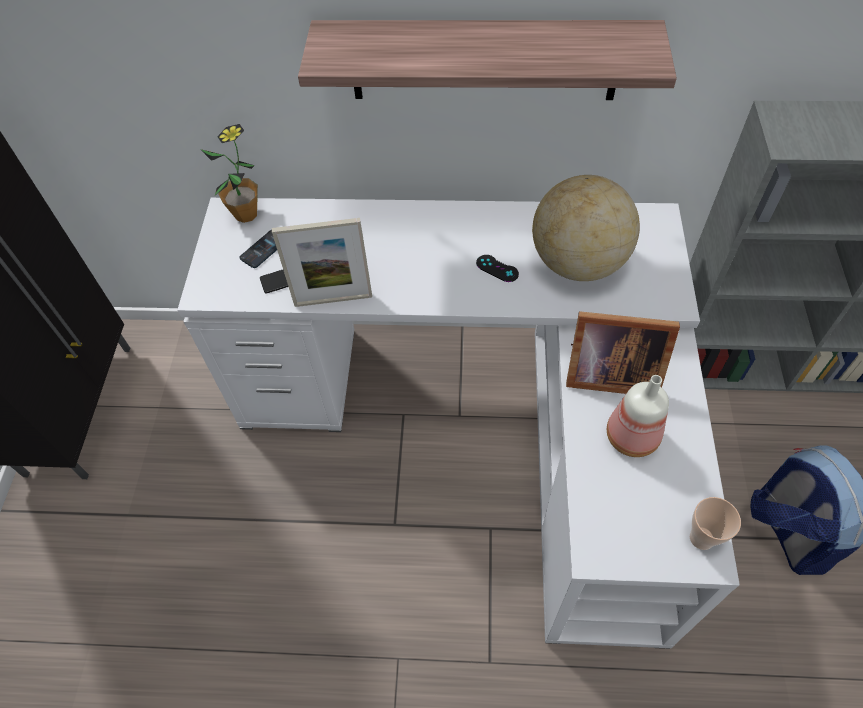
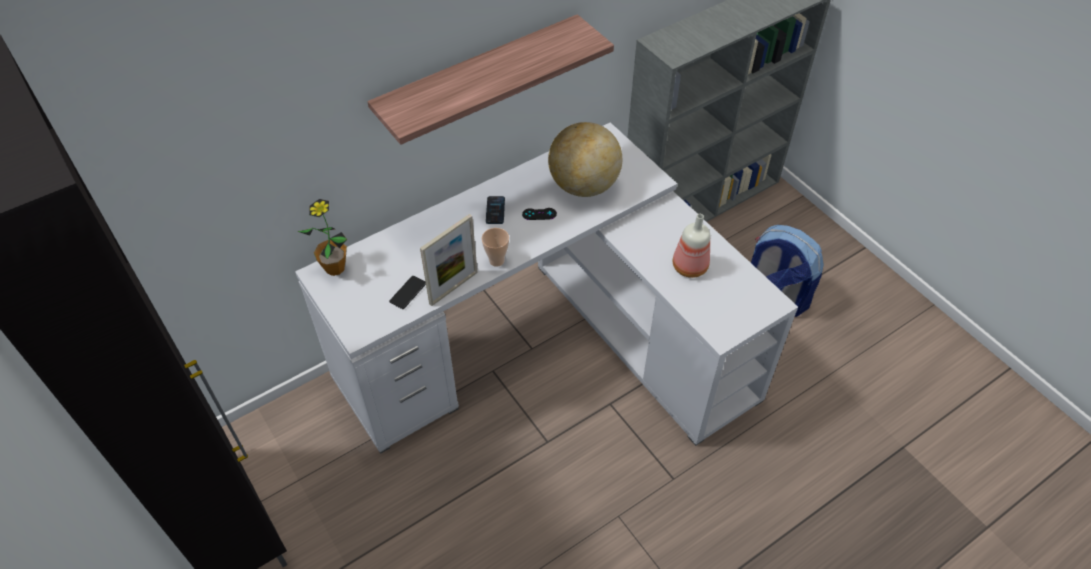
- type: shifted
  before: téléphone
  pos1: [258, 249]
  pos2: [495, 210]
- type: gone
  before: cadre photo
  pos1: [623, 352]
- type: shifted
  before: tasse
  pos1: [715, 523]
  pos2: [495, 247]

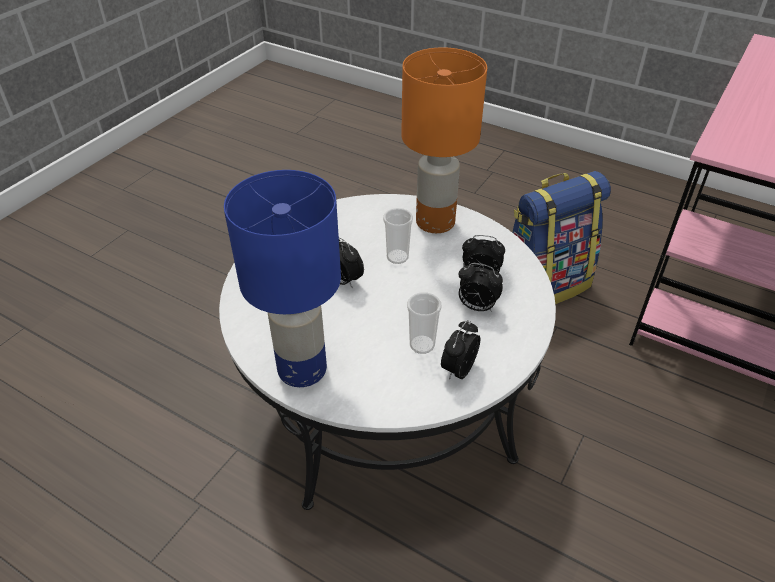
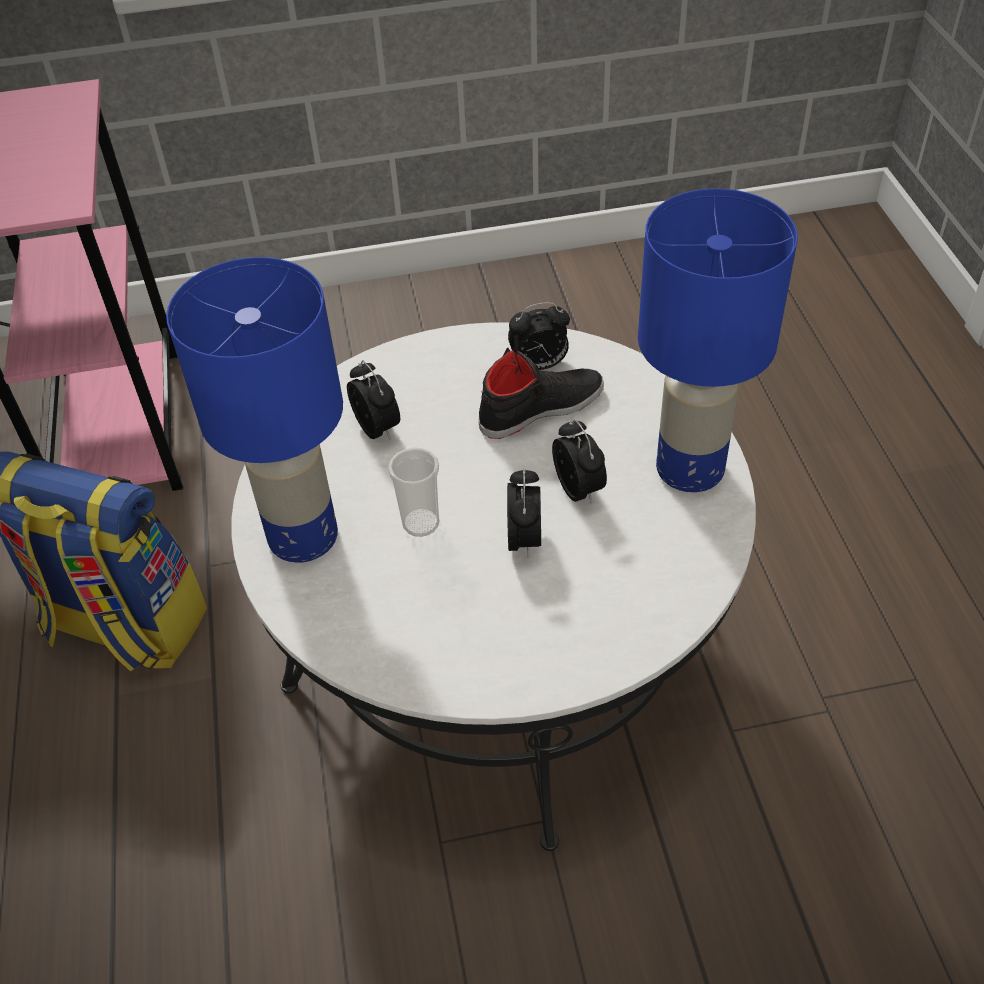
- type: repainted
  before: lampe de table (orange)
  after: lampe de table (bleu)
  pos1: [444, 140]
  pos2: [254, 410]
- type: shifted
  before: réveil
  pos1: [481, 287]
  pos2: [579, 461]
- type: swapped
  before: tasse
  after: chaussure (noir)
  pos1: [424, 323]
  pos2: [541, 393]

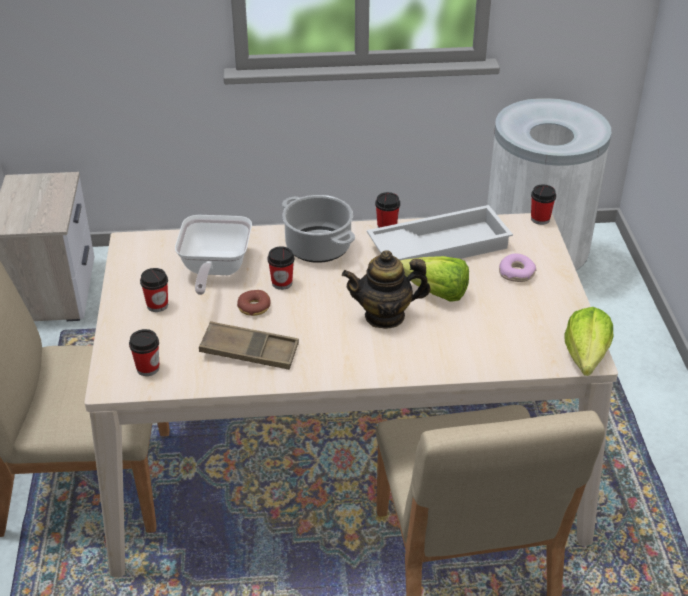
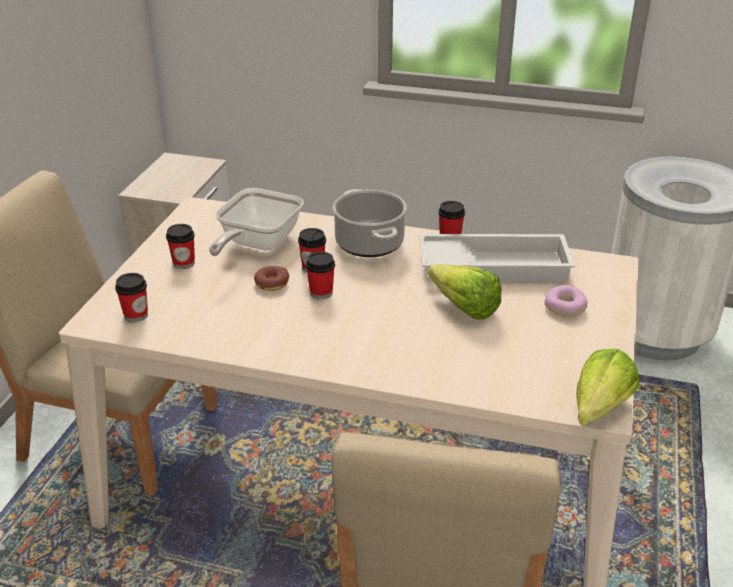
- type: shifted
  before: tasse
  pos1: [543, 205]
  pos2: [320, 275]
- type: gone
  before: théière
  pos1: [386, 289]
- type: gone
  before: plateau (marron)
  pos1: [249, 345]

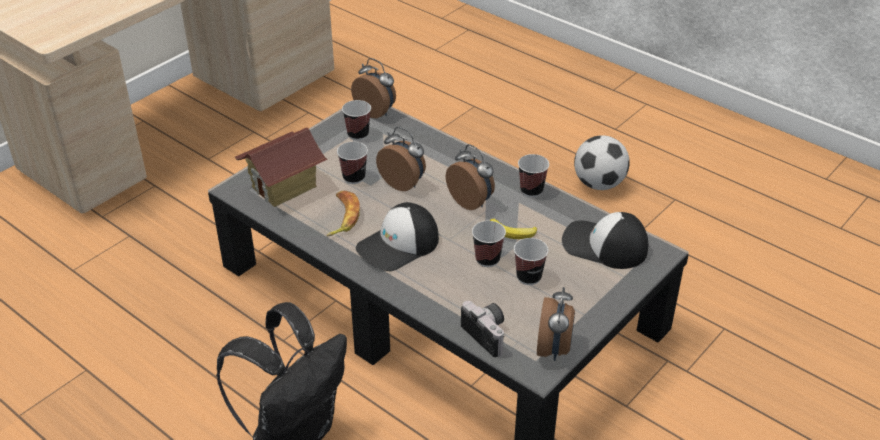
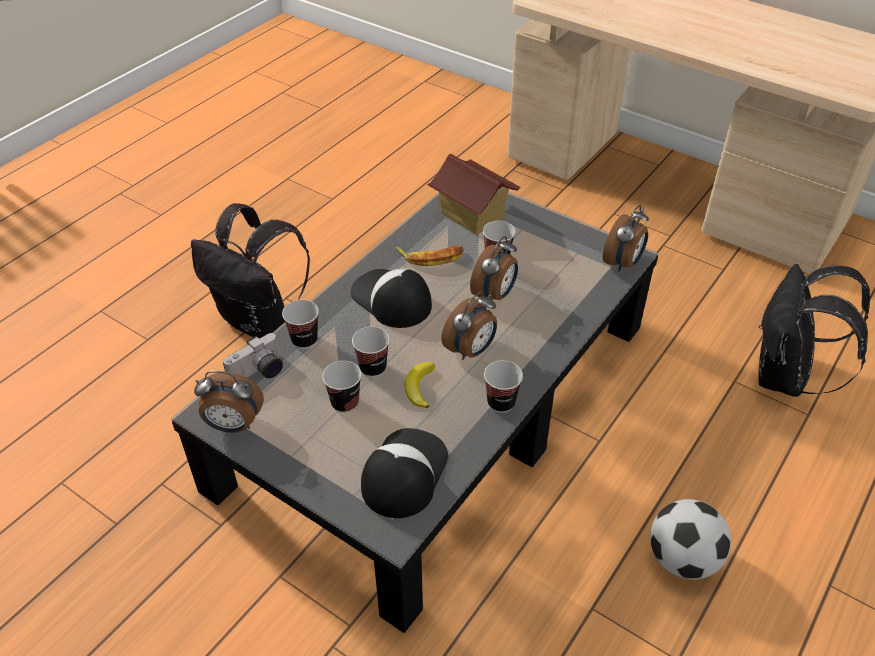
- type: shifted
  before: tasse
  pos1: [356, 120]
  pos2: [300, 324]
- type: new
  after: sac à dos (noir)
  pos2: [814, 330]

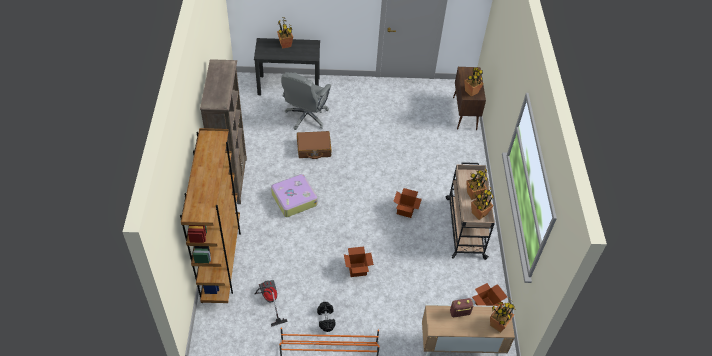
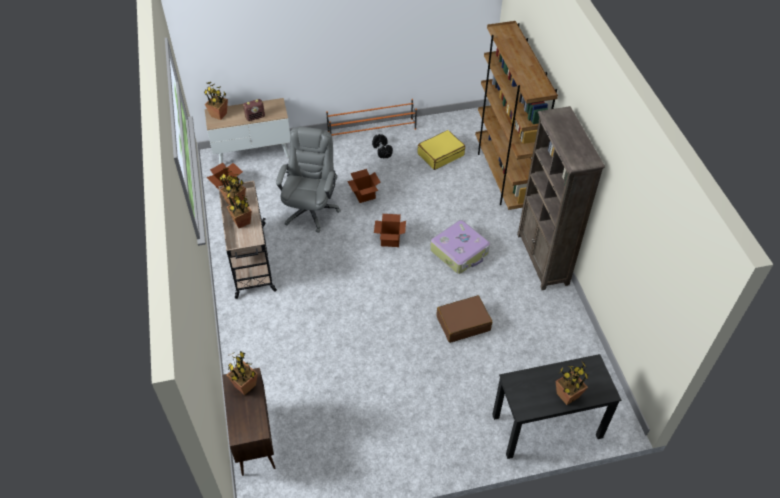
- type: shifted
  before: chaise de bureau (gris)
  pos1: [306, 101]
  pos2: [308, 180]
- type: shifted
  before: carton
  pos1: [407, 203]
  pos2: [390, 230]
- type: swapped
  before: aspirateur
  after: valise (jaune)
  pos1: [271, 303]
  pos2: [441, 150]

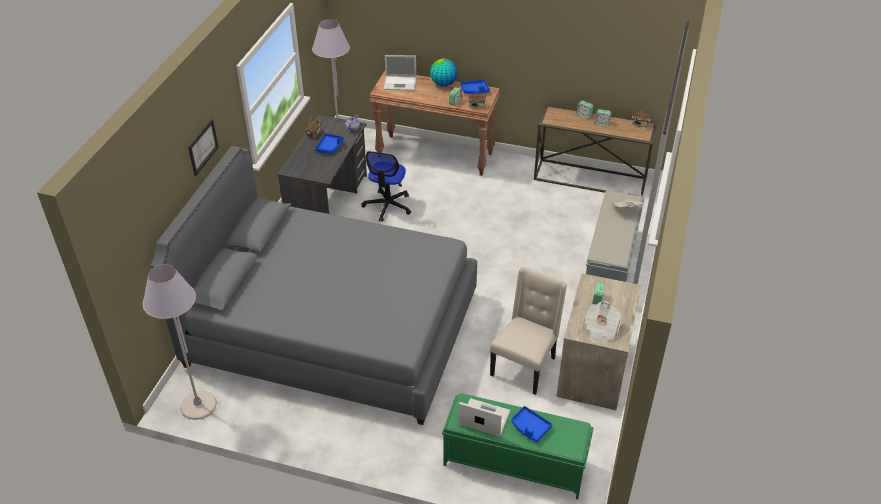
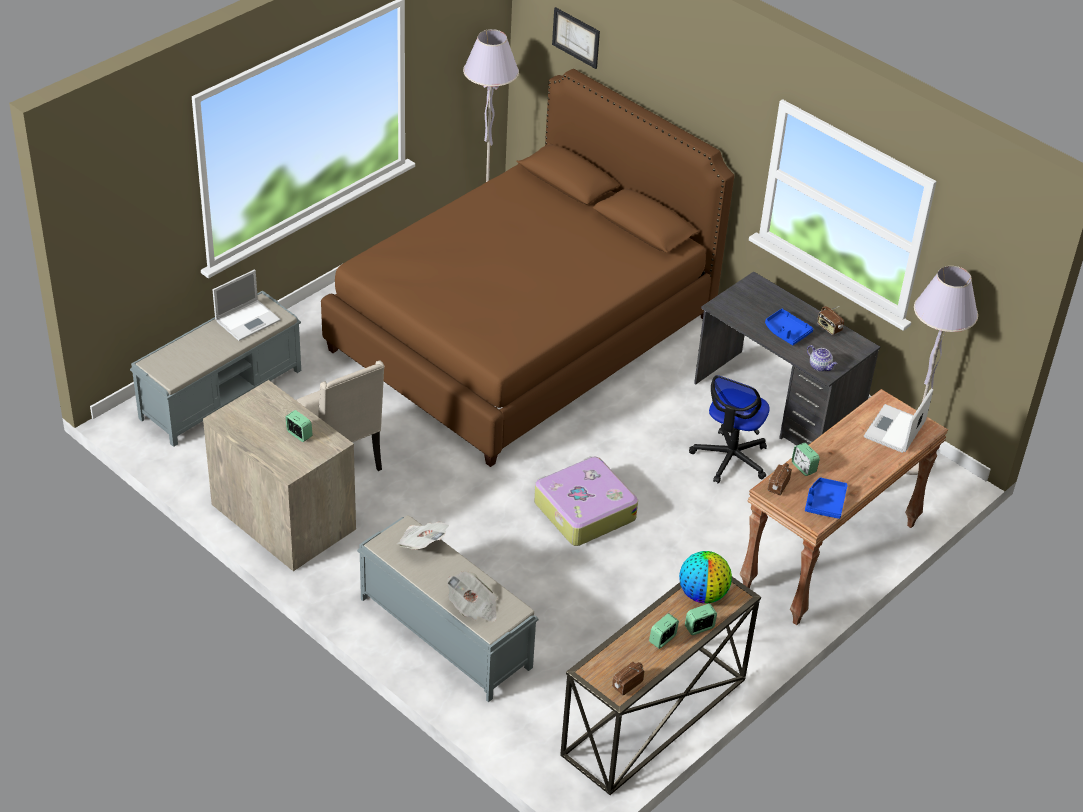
- type: shifted
  before: globe
  pos1: [443, 72]
  pos2: [705, 577]
- type: shifted
  before: tableau
  pos1: [203, 147]
  pos2: [576, 38]
- type: repainted
  before: lit (gris)
  after: lit (marron)
  pos1: [313, 285]
  pos2: [527, 268]
- type: rotated
  before: chaise de bureau
  pos1: [386, 186]
  pos2: [729, 429]
  turn: -105
- type: shifted
  before: journal
  pos1: [603, 322]
  pos2: [422, 535]
- type: repainted
  before: banc (vert)
  after: banc (gris)
  pos1: [518, 446]
  pos2: [215, 368]
- type: gone
  before: plateau (bleu)
  pos1: [532, 424]
- type: new
  after: valise
  pos2: [586, 501]

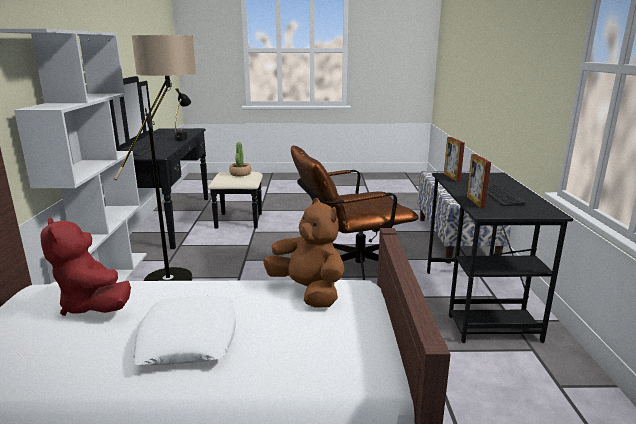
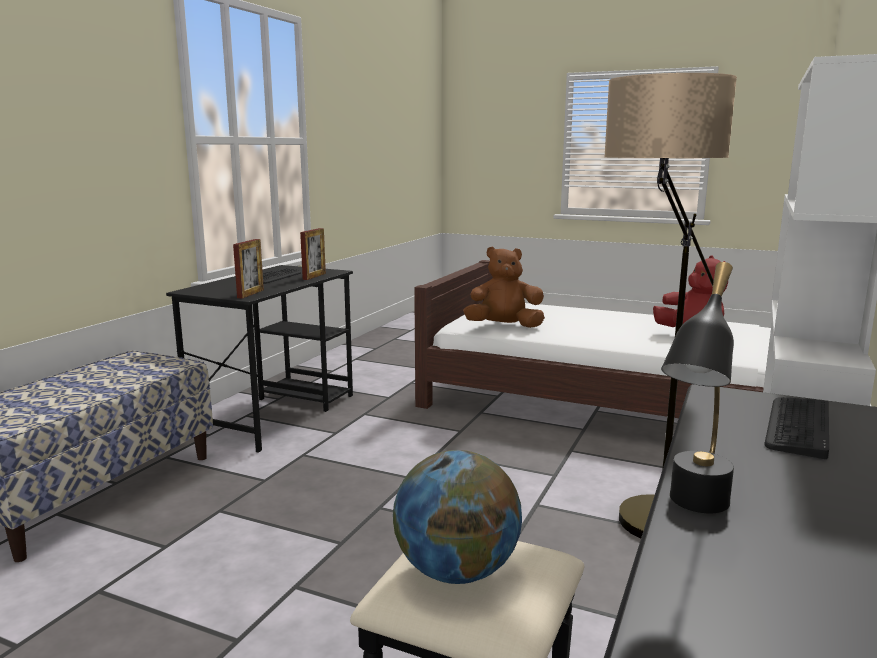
- type: swapped
  before: plante en pot
  after: globe
  pos1: [240, 159]
  pos2: [457, 517]
- type: gone
  before: chaise de bureau (marron)
  pos1: [355, 213]
- type: rotated
  before: peluche (marron)
  pos1: [303, 253]
  pos2: [504, 287]
  turn: 105
- type: gone
  before: coussin (blanc)
  pos1: [184, 330]

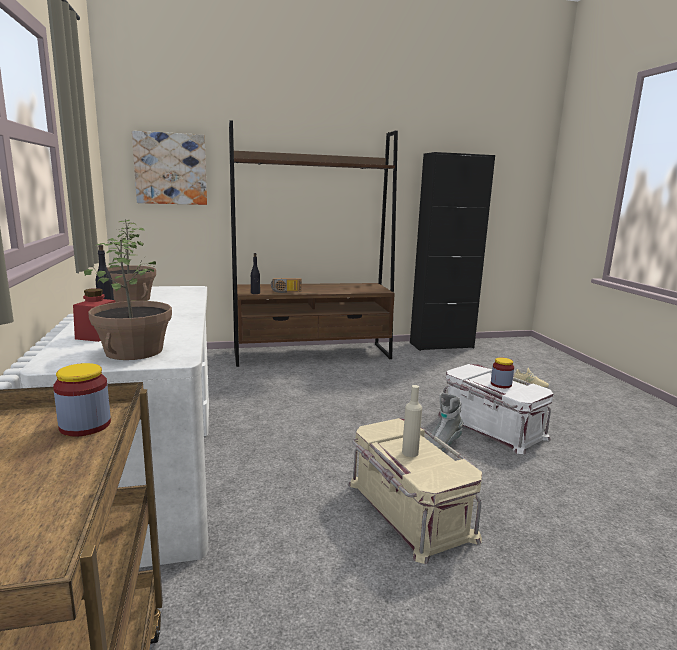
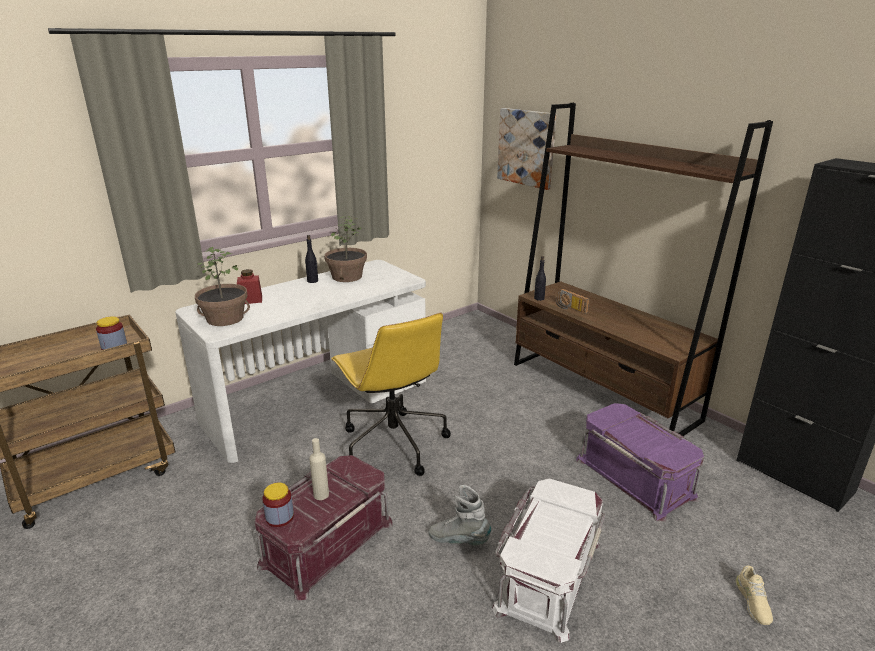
- type: shifted
  before: bocal
  pos1: [502, 372]
  pos2: [278, 505]
- type: repainted
  before: boîte de rangement (beige)
  after: boîte de rangement (rouge)
  pos1: [415, 491]
  pos2: [324, 528]
- type: new
  after: chaise de bureau (jaune)
  pos2: [391, 394]
- type: new
  after: boîte de rangement (violet)
  pos2: [640, 462]

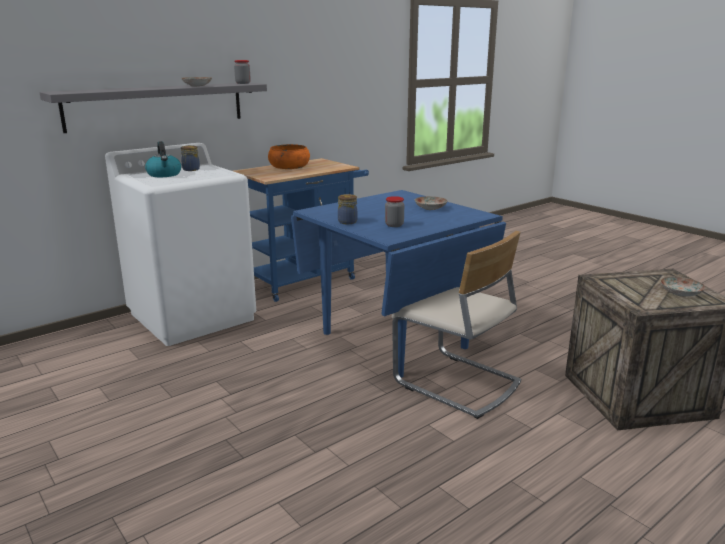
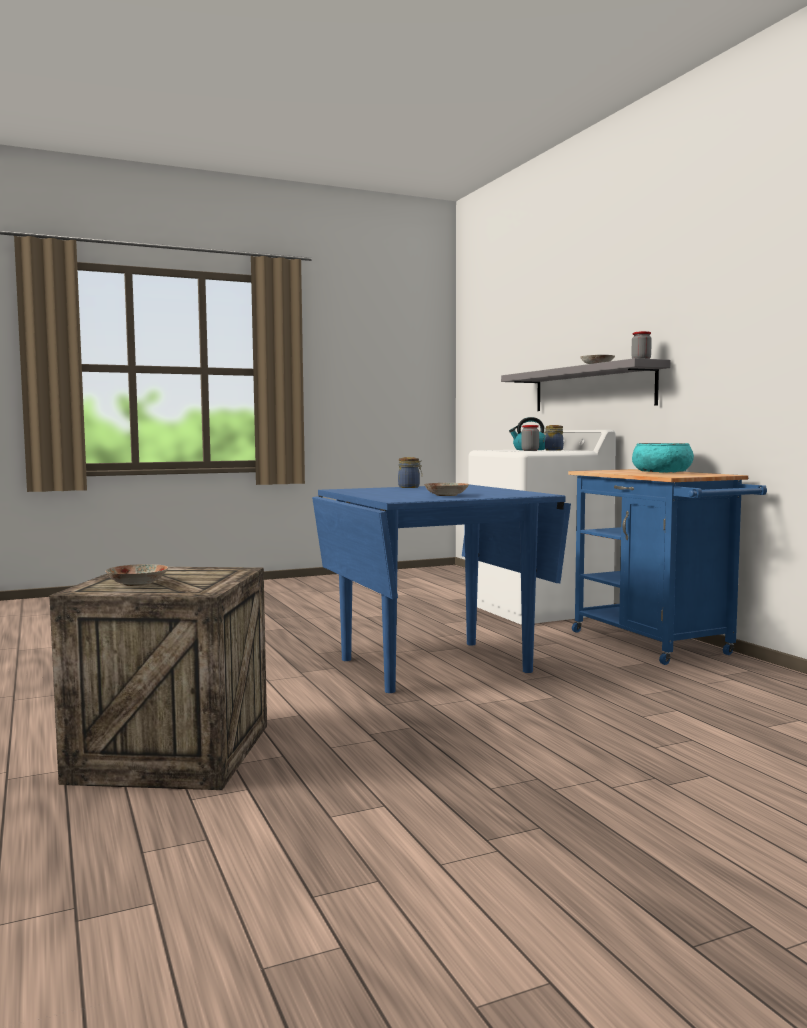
- type: repainted
  before: bol (orange)
  after: bol (turquoise)
  pos1: [289, 156]
  pos2: [663, 458]
- type: shifted
  before: bocal
  pos1: [394, 211]
  pos2: [530, 438]
- type: gone
  before: chaise (beige)
  pos1: [456, 325]

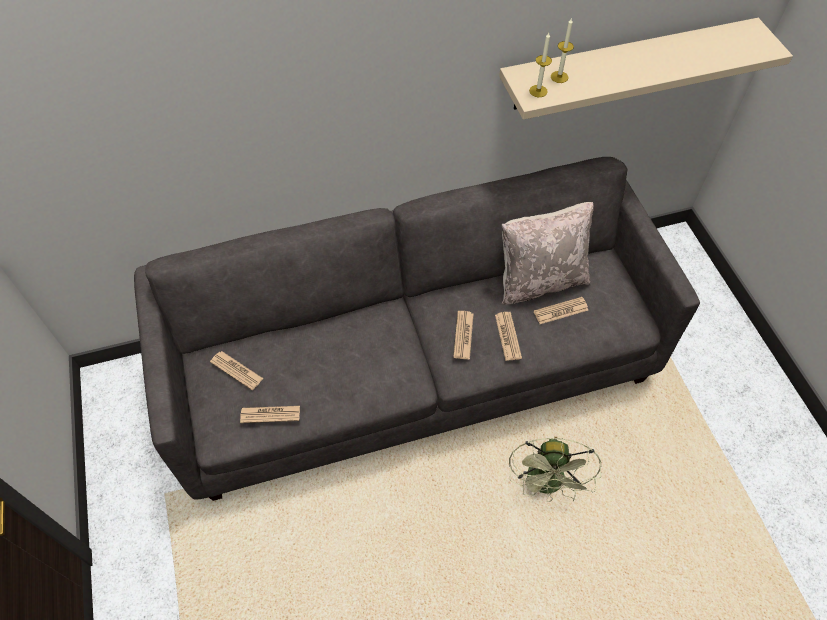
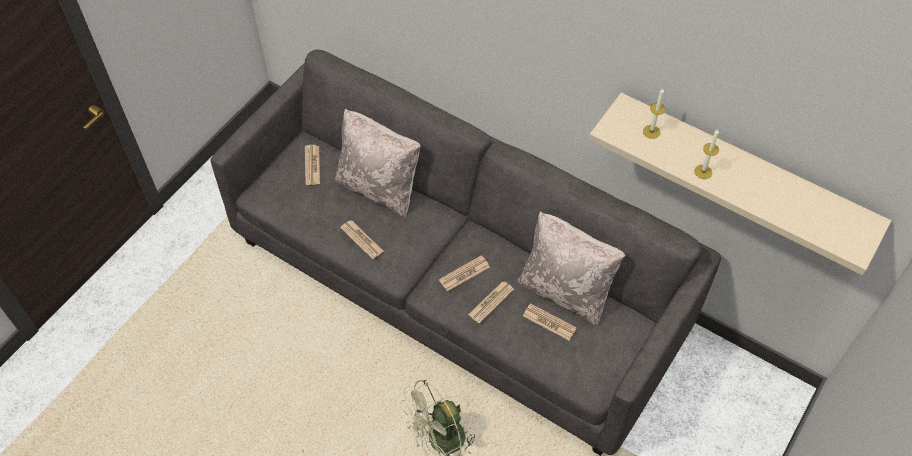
- type: shifted
  before: bougie
  pos1: [540, 65]
  pos2: [706, 154]
- type: shifted
  before: journal
  pos1: [270, 414]
  pos2: [361, 239]
- type: new
  after: coussin (beige)
  pos2: [377, 163]

